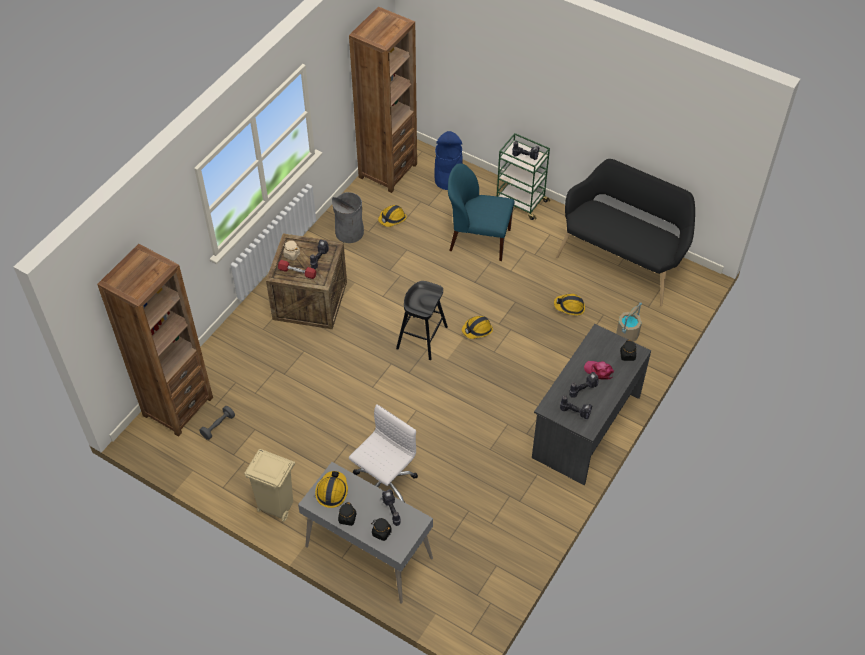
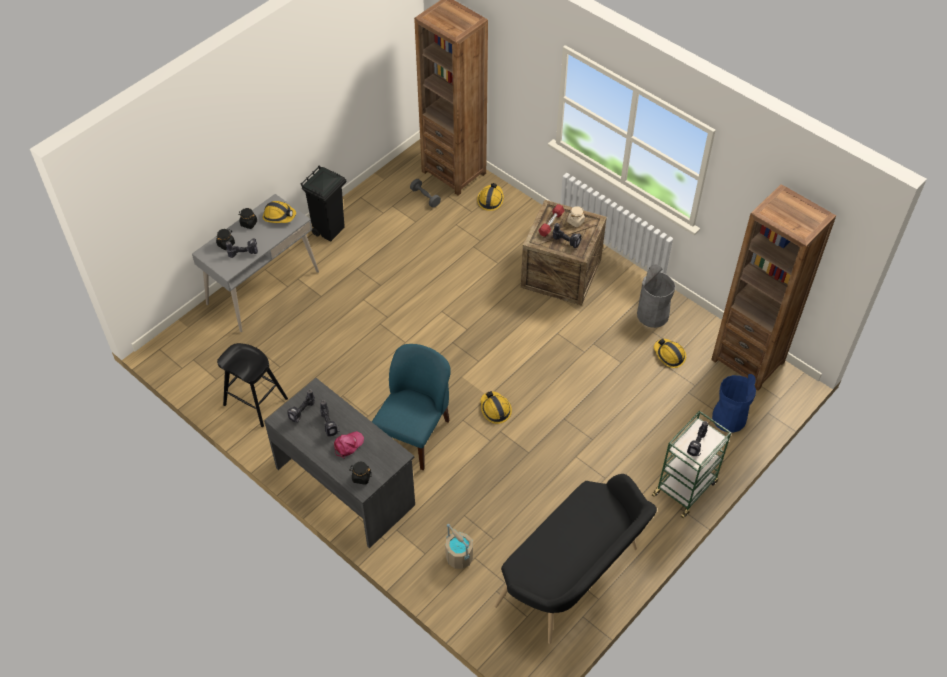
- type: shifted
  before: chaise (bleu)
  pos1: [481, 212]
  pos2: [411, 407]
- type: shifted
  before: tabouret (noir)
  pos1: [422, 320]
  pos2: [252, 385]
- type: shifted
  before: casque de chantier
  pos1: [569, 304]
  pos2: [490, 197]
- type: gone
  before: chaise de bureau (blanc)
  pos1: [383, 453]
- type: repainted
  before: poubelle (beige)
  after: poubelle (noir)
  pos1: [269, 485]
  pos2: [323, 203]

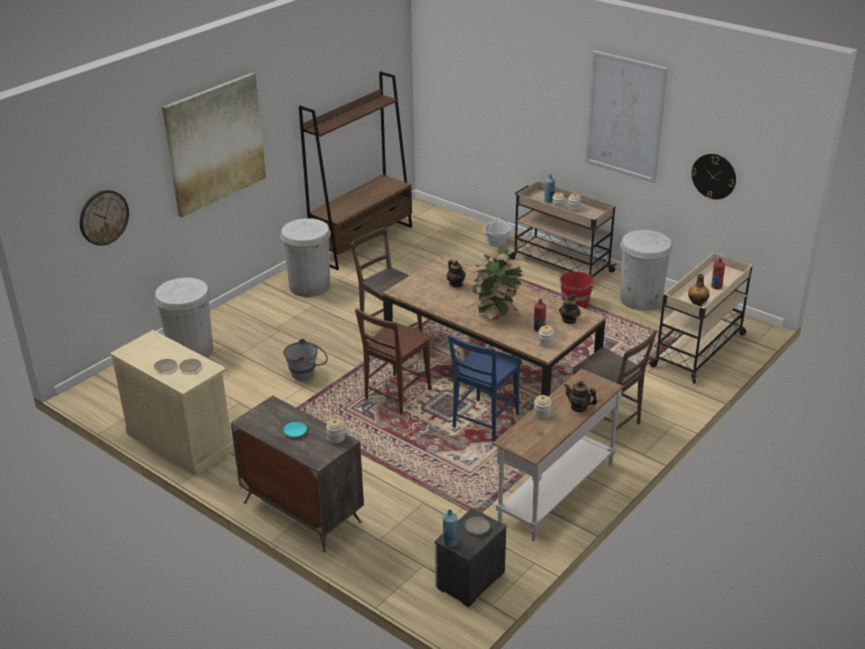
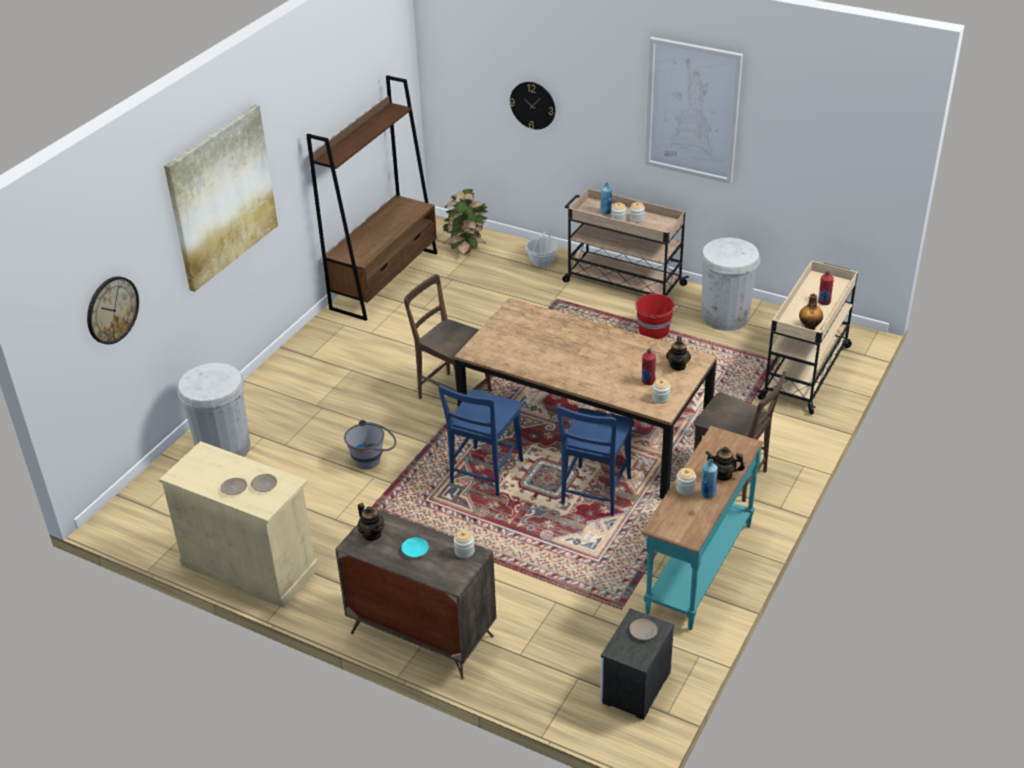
- type: shifted
  before: horloge murale
  pos1: [713, 176]
  pos2: [532, 106]
- type: gone
  before: poubelle (blanc)
  pos1: [305, 257]
- type: shifted
  before: plante en pot
  pos1: [497, 285]
  pos2: [466, 222]
- type: shifted
  before: théière
  pos1: [456, 273]
  pos2: [371, 522]
- type: repainted
  before: chaise (marron)
  after: chaise (bleu)
  pos1: [393, 361]
  pos2: [481, 440]
- type: repainted
  before: table console (blanc)
  after: table console (turquoise)
  pos1: [558, 455]
  pos2: [702, 528]
- type: shifted
  before: bouteille (bleu)
  pos1: [450, 528]
  pos2: [709, 478]

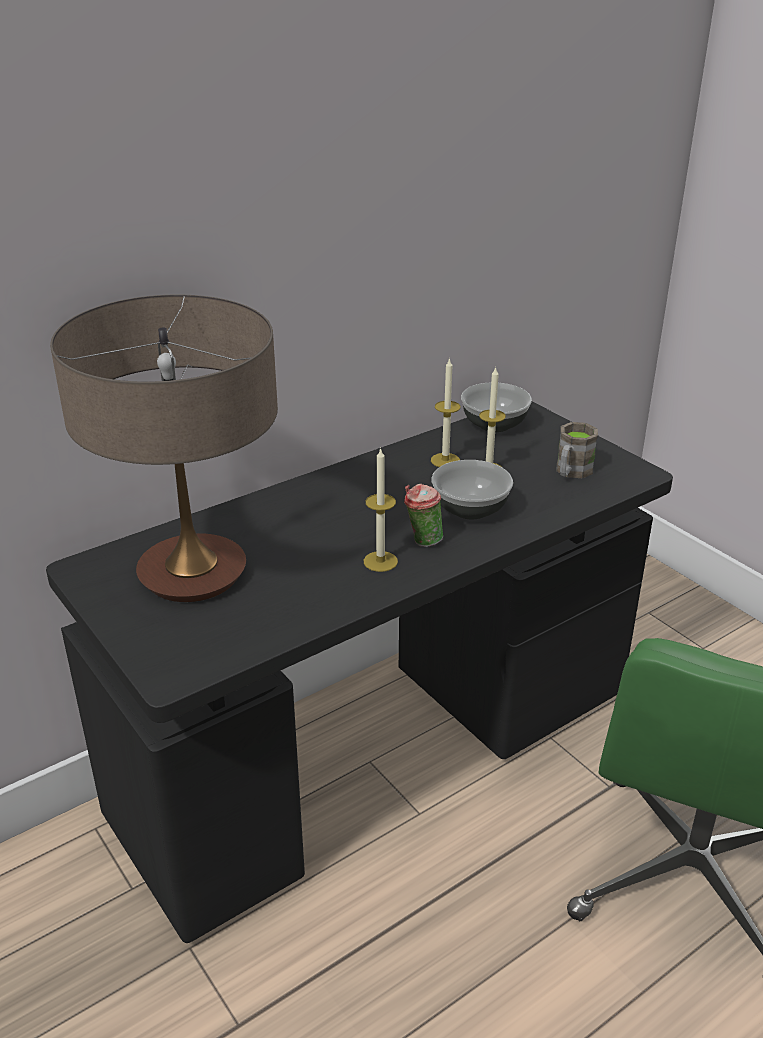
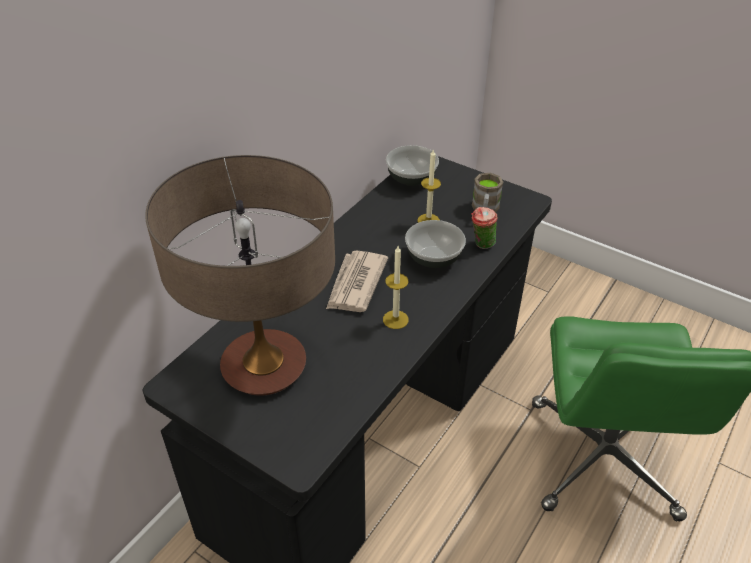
- type: gone
  before: bougie
  pos1: [445, 412]
- type: shifted
  before: tasse
  pos1: [423, 515]
  pos2: [484, 228]
- type: new
  after: journal
  pos2: [357, 281]

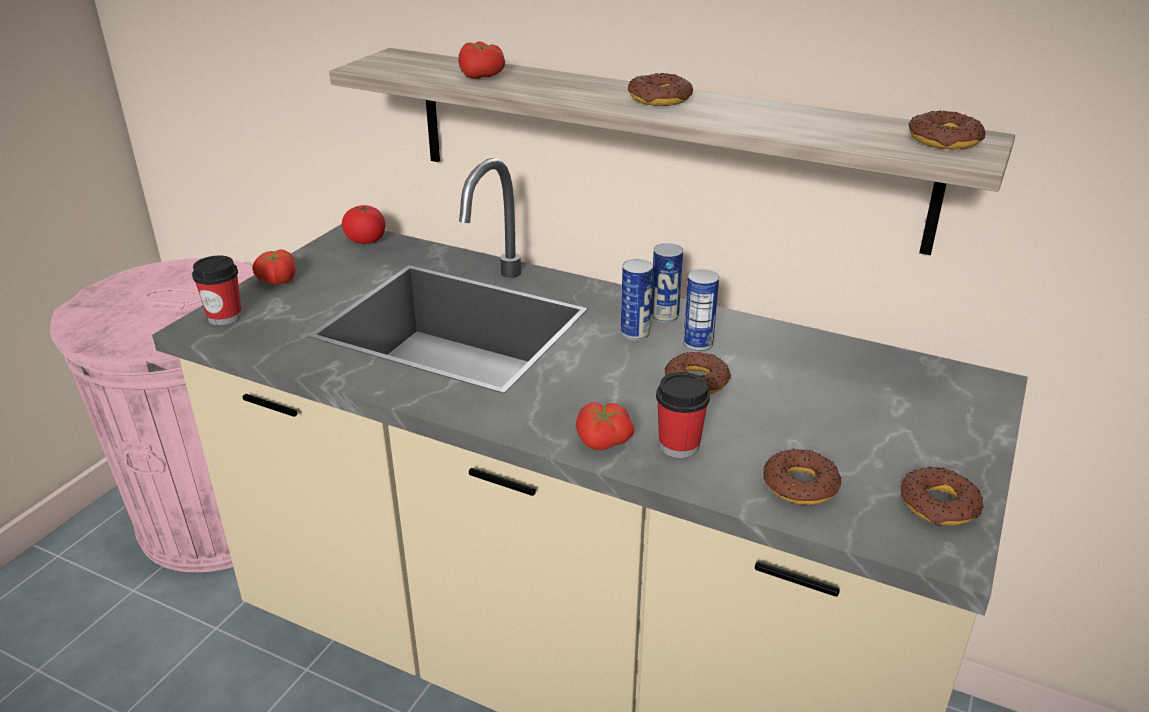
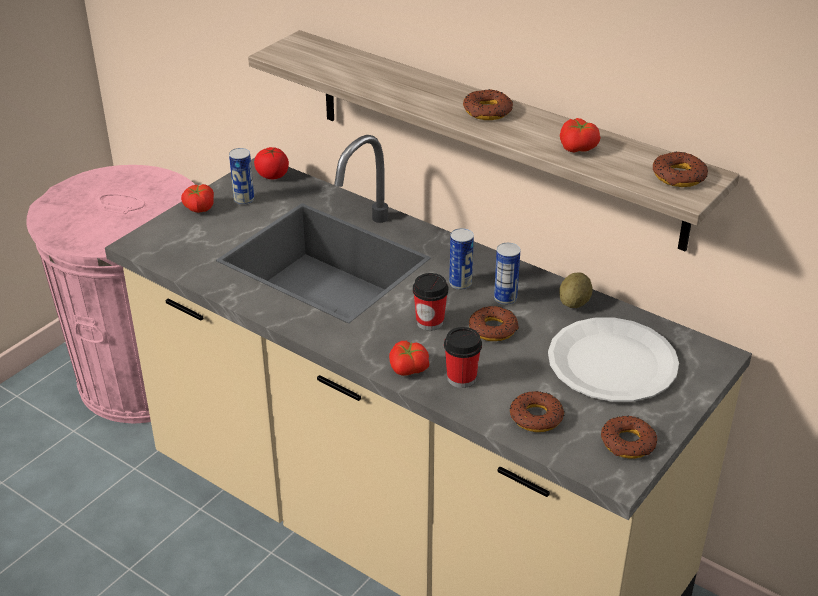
- type: shifted
  before: tomate
  pos1: [481, 60]
  pos2: [580, 135]
- type: shifted
  before: boîte métallique
  pos1: [667, 283]
  pos2: [241, 176]
- type: shifted
  before: tasse
  pos1: [217, 290]
  pos2: [430, 302]
- type: new
  after: pomme de terre
  pos2: [576, 290]
- type: new
  after: assiette (blanc)
  pos2: [613, 359]

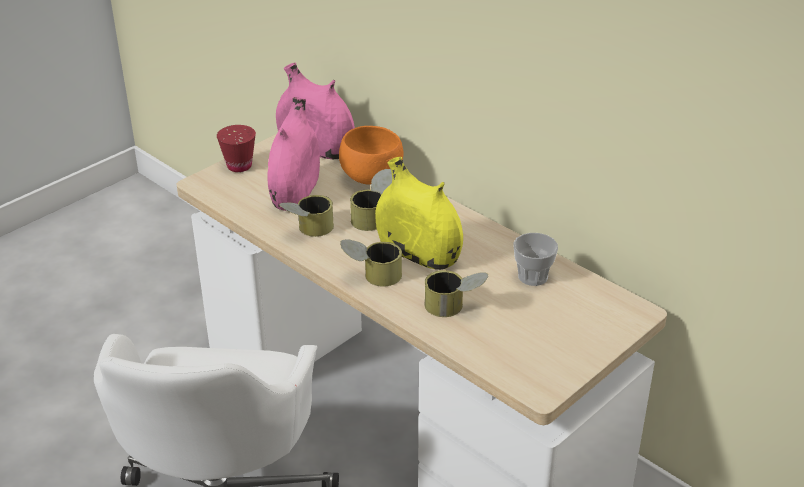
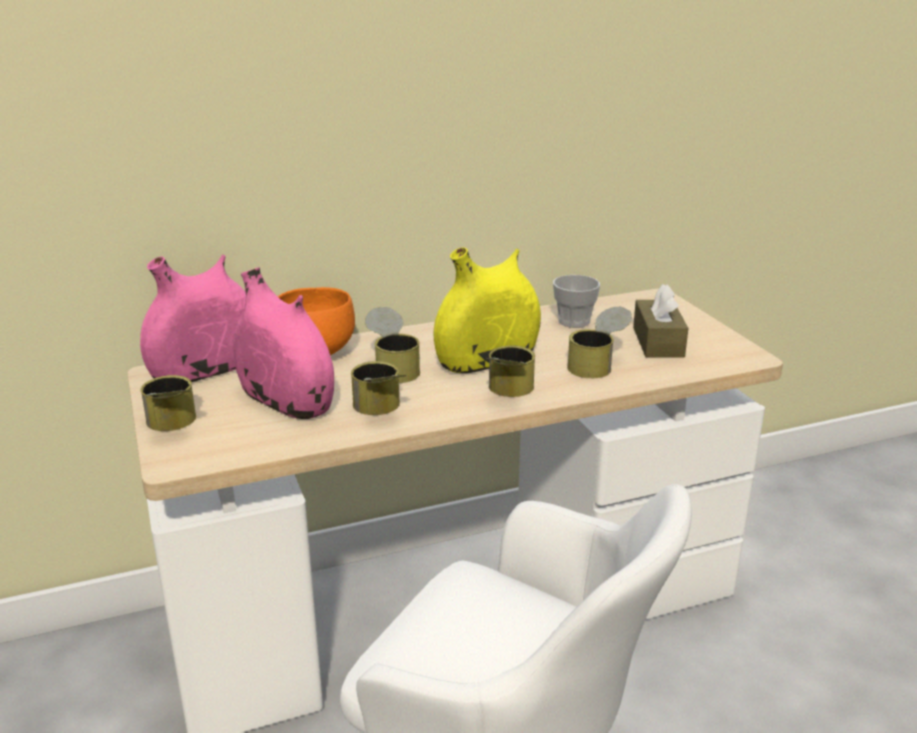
- type: swapped
  before: tasse (rouge)
  after: boîte métallique
  pos1: [236, 148]
  pos2: [168, 403]
- type: new
  after: boîte à mouchoirs (marron)
  pos2: [660, 321]

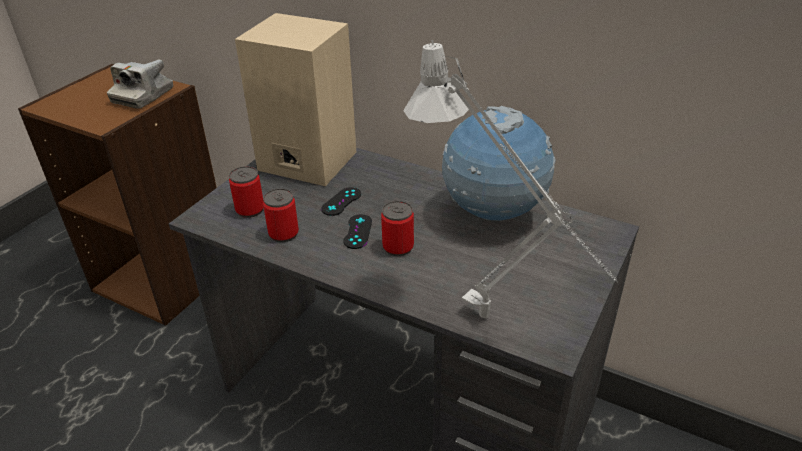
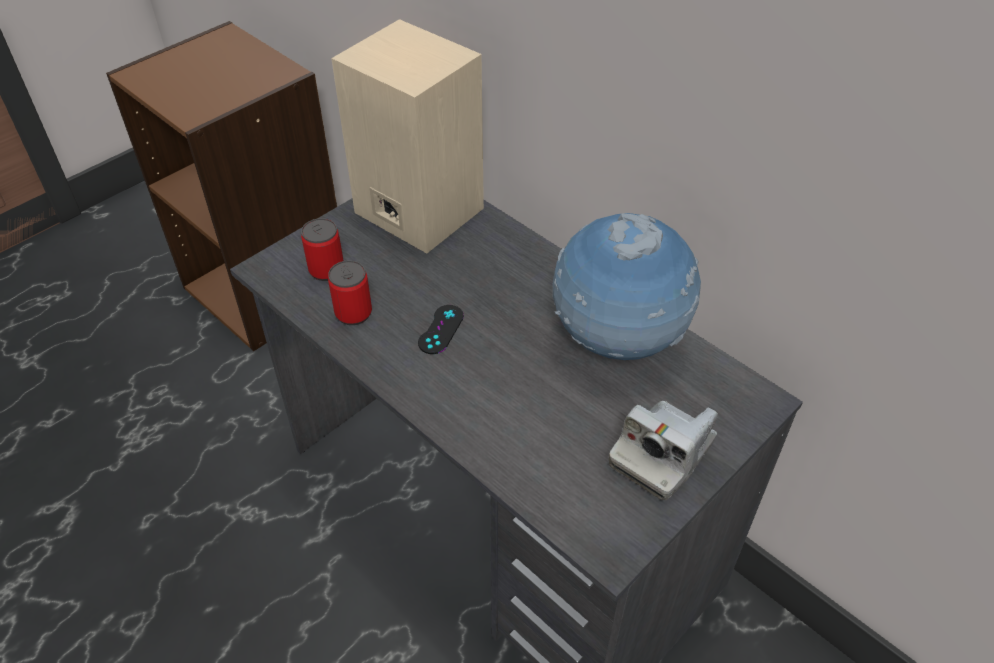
- type: gone
  before: lampe de table (gris)
  pos1: [510, 179]
- type: shifted
  before: appareil photo
  pos1: [140, 84]
  pos2: [663, 450]
- type: gone
  before: manette (noir)
  pos1: [341, 201]
- type: gone
  before: boîte métallique
  pos1: [397, 228]

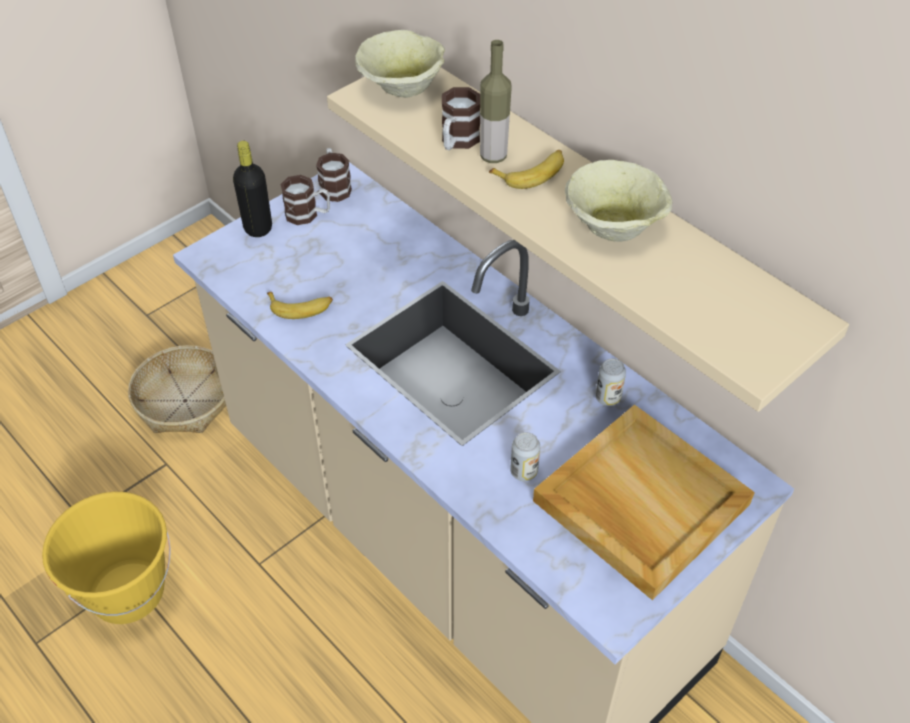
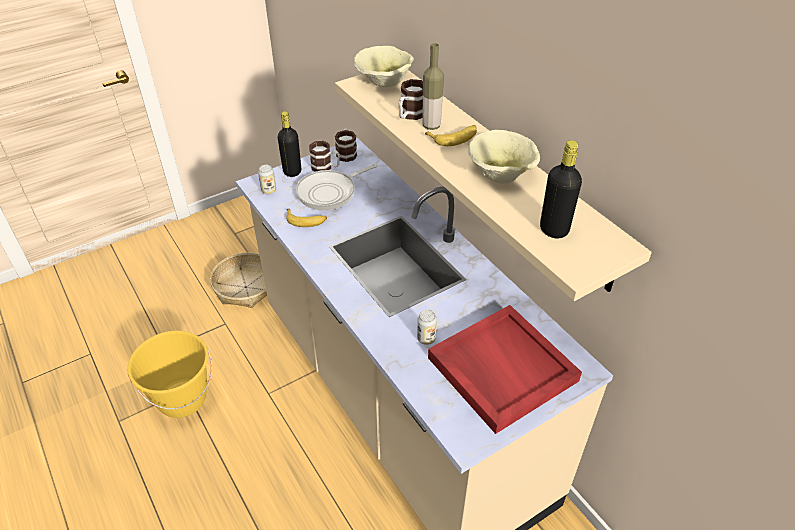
- type: shifted
  before: boîte métallique
  pos1: [610, 382]
  pos2: [267, 179]
- type: repainted
  before: plateau (beige)
  after: plateau (rouge)
  pos1: [644, 502]
  pos2: [505, 369]
- type: new
  after: bouteille (noir)
  pos2: [561, 189]
- type: new
  after: poêle
  pos2: [336, 187]

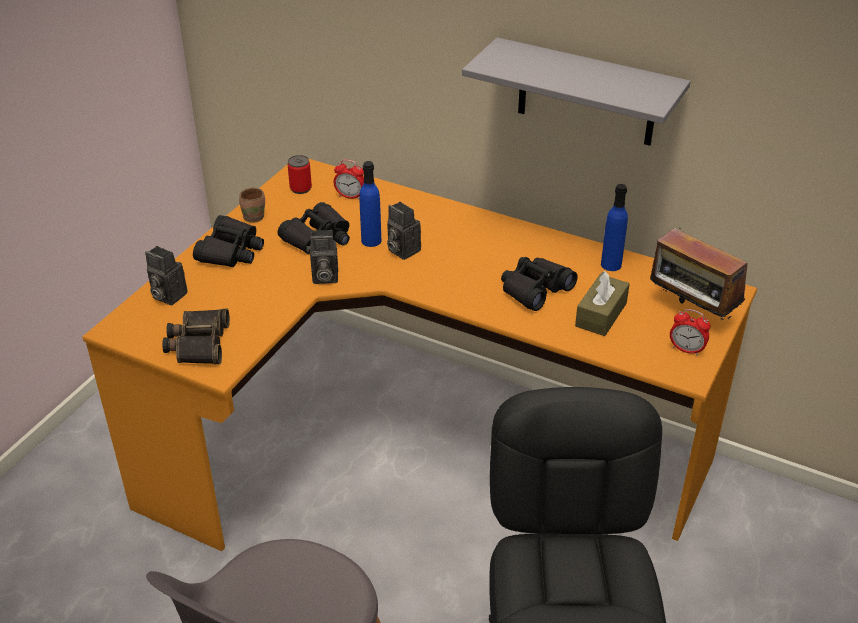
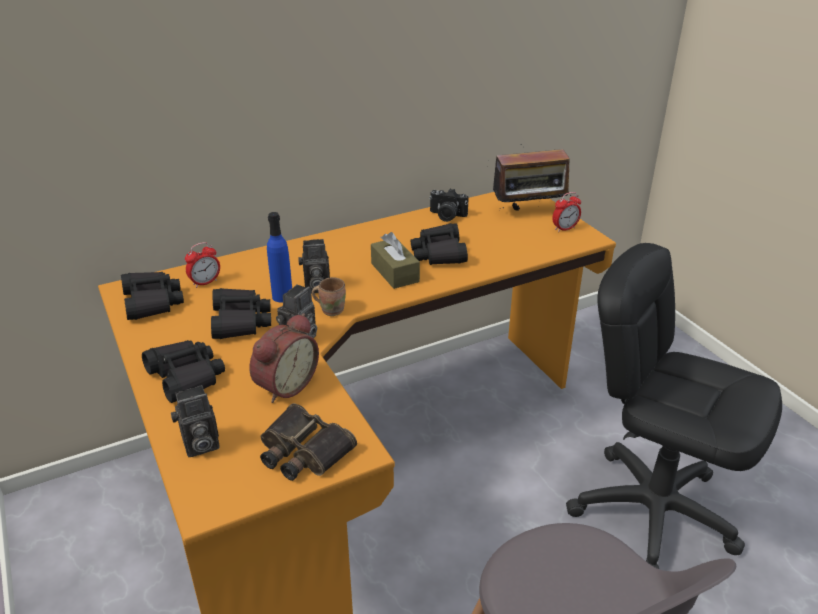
- type: gone
  before: étagère (gris)
  pos1: [576, 91]
- type: swapped
  before: boîte métallique
  after: jumelles (noir)
  pos1: [300, 174]
  pos2: [152, 296]
- type: swapped
  before: bouteille (bleu)
  after: appareil photo
  pos1: [614, 227]
  pos2: [449, 205]
- type: shifted
  before: mug (marron)
  pos1: [252, 205]
  pos2: [329, 296]
- type: shifted
  before: boîte à mouchoirs (marron)
  pos1: [602, 303]
  pos2: [395, 260]
- type: new
  after: réveil
  pos2: [284, 358]

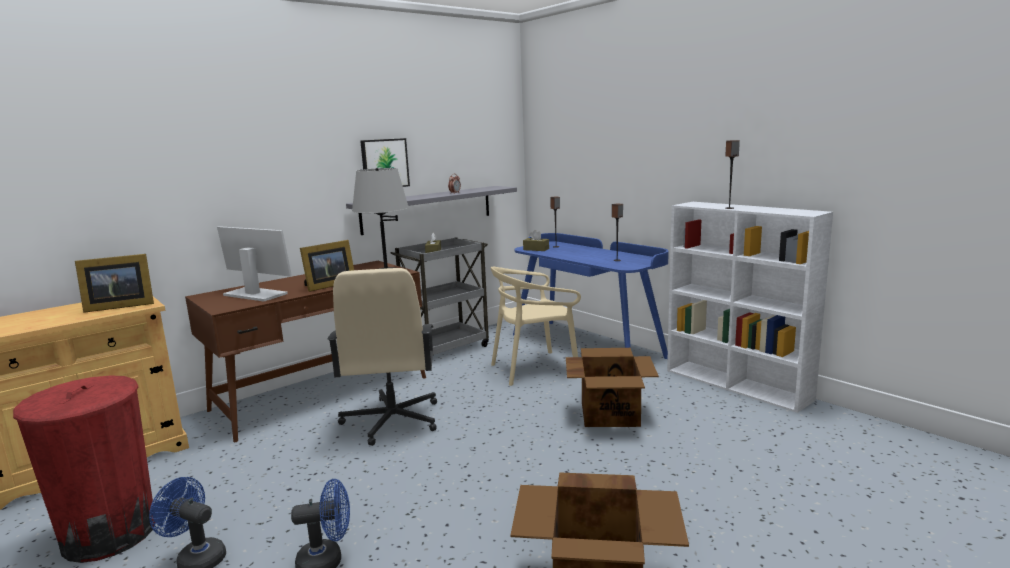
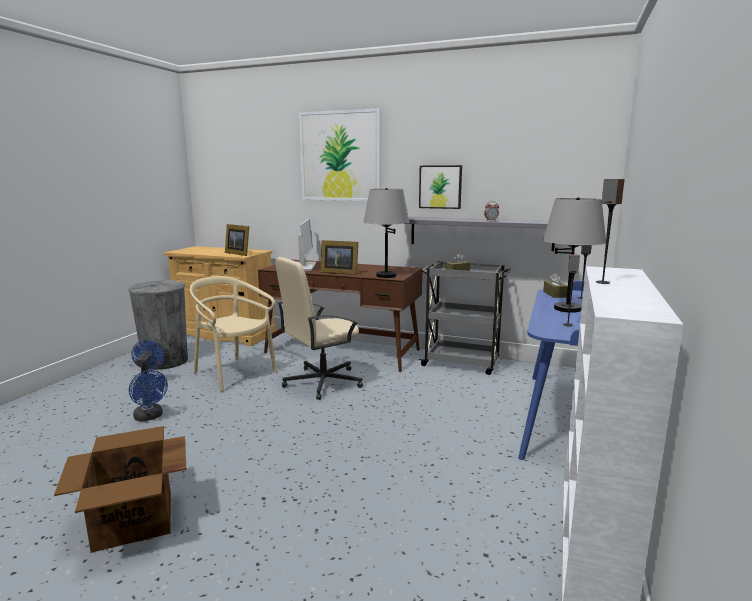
- type: shifted
  before: chaise (beige)
  pos1: [536, 326]
  pos2: [233, 334]
- type: gone
  before: carton
  pos1: [612, 387]
- type: repainted
  before: poubelle (rouge)
  after: poubelle (gris)
  pos1: [84, 469]
  pos2: [158, 325]
- type: new
  after: tableau
  pos2: [340, 155]
- type: new
  after: lampe de table (gris)
  pos2: [574, 255]

